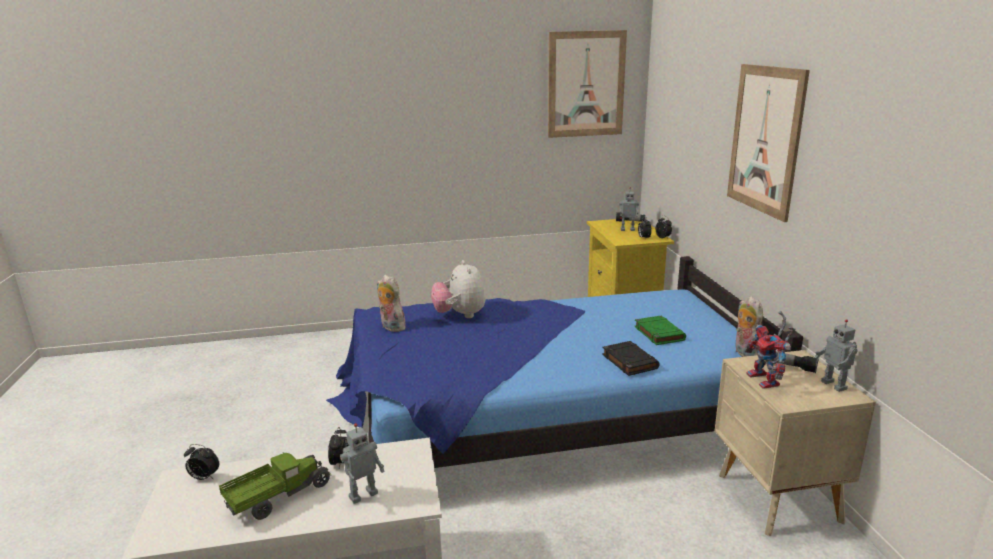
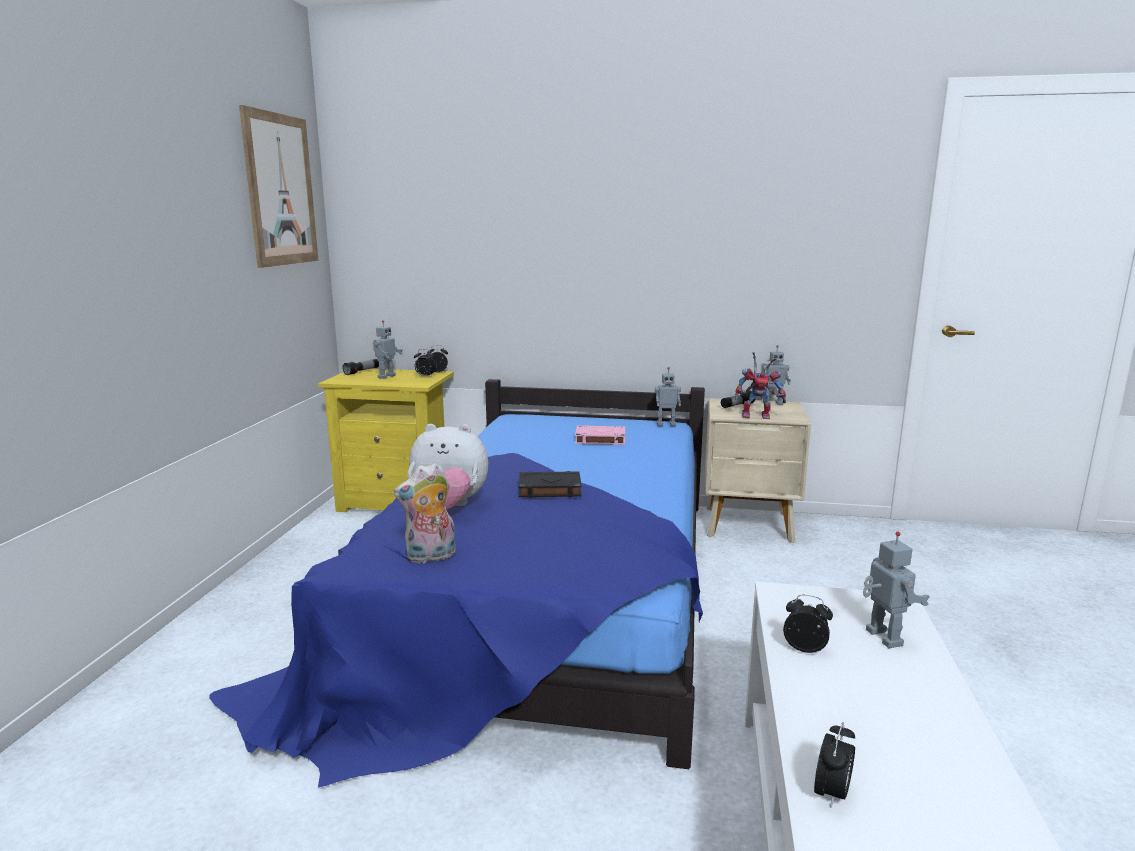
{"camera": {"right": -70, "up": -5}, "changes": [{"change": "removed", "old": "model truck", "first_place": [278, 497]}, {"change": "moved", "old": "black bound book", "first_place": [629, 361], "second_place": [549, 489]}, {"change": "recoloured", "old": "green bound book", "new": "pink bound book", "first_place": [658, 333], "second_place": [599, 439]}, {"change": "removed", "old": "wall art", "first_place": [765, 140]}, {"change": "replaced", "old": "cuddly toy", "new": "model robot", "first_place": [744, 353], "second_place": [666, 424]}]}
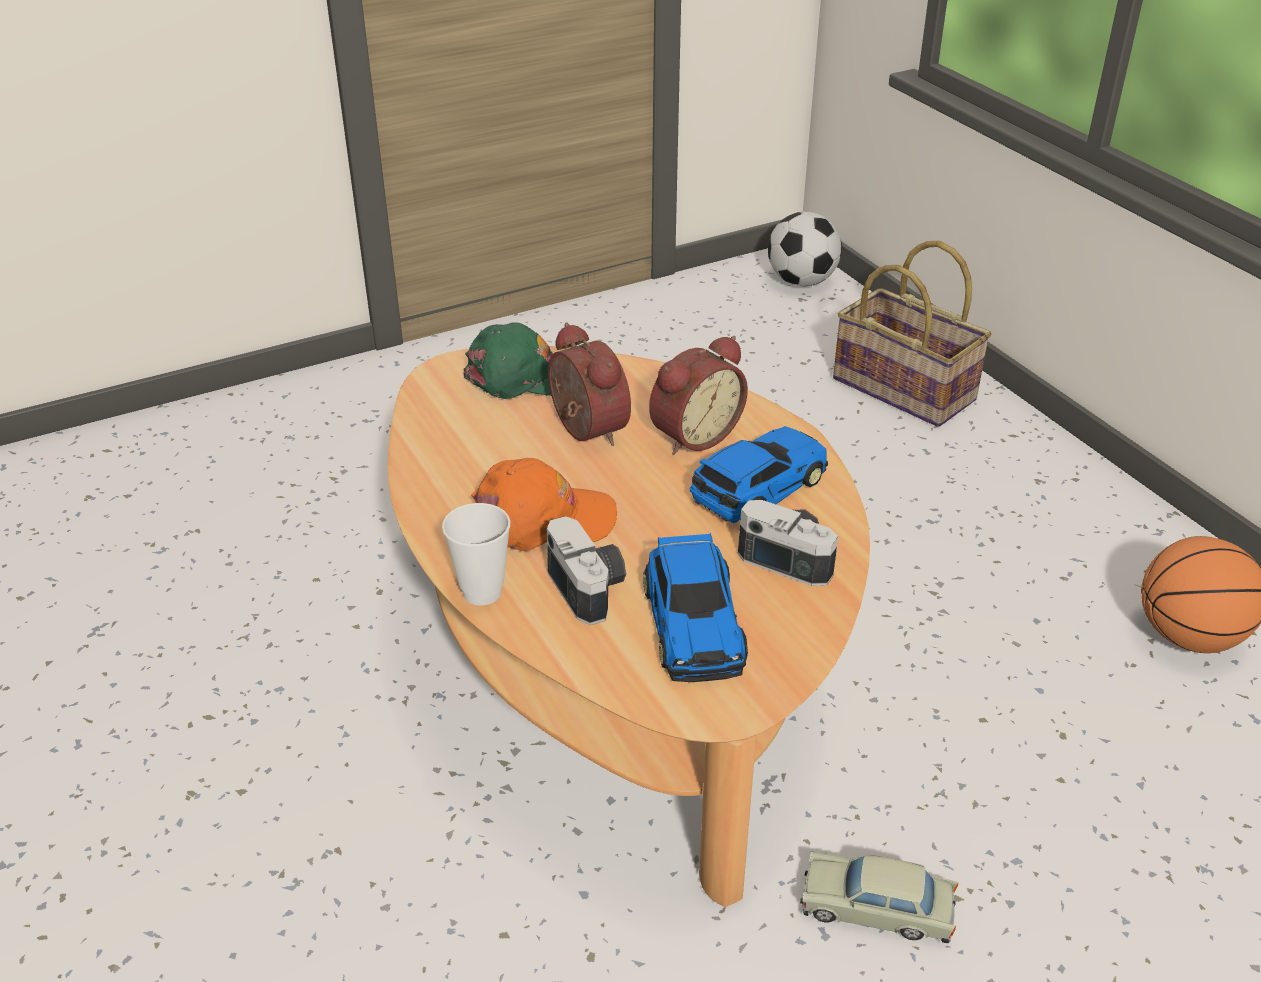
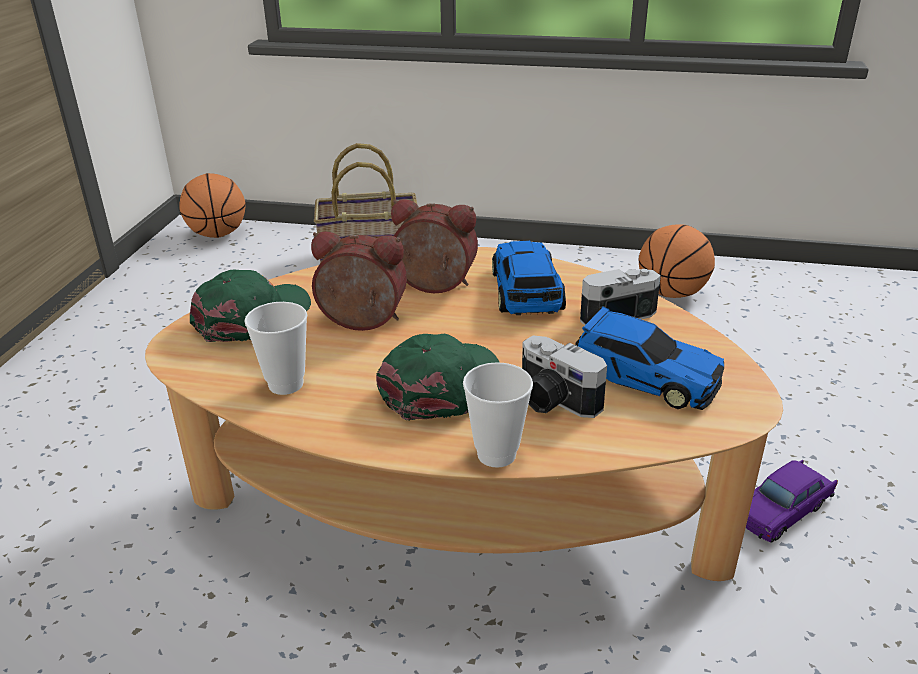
{"camera": {"right": -50, "up": -5}, "changes": [{"change": "recoloured", "old": "orangey baseball cap", "new": "green baseball cap", "first_place": [543, 519], "second_place": [442, 386]}, {"change": "turned", "old": "photo camera", "first_place": [590, 588], "second_place": [553, 401], "degrees": -150}, {"change": "turned", "old": "bedside clock", "first_place": [693, 435], "second_place": [433, 287], "degrees": -75}, {"change": "replaced", "old": "ball for football", "new": "basketball ball", "first_place": [801, 281], "second_place": [218, 234]}, {"change": "recoloured", "old": "beige-coloured toy car", "new": "purplish toy car", "first_place": [876, 909], "second_place": [782, 510]}, {"change": "added", "new": "small cup", "second_place": [286, 384]}]}
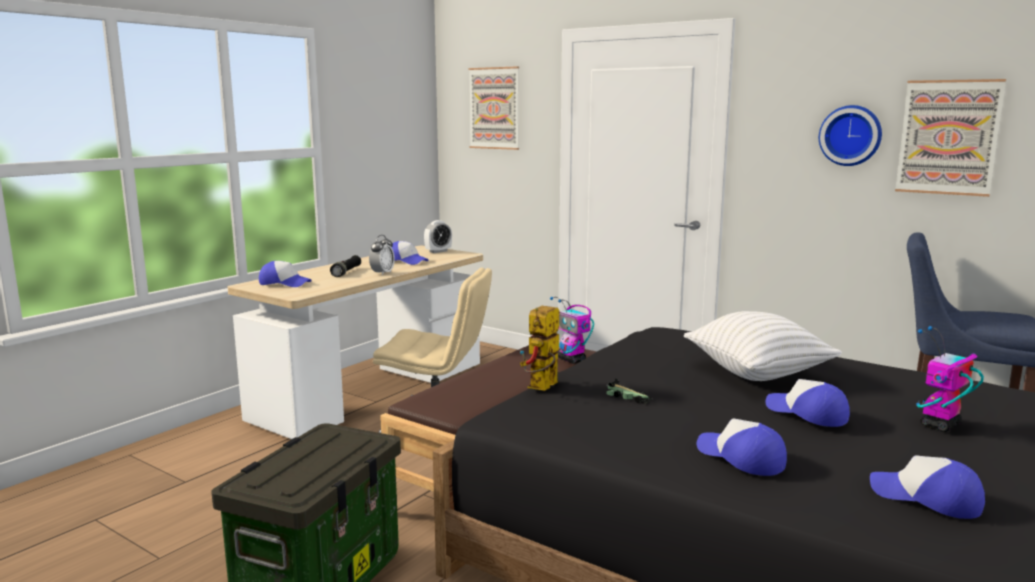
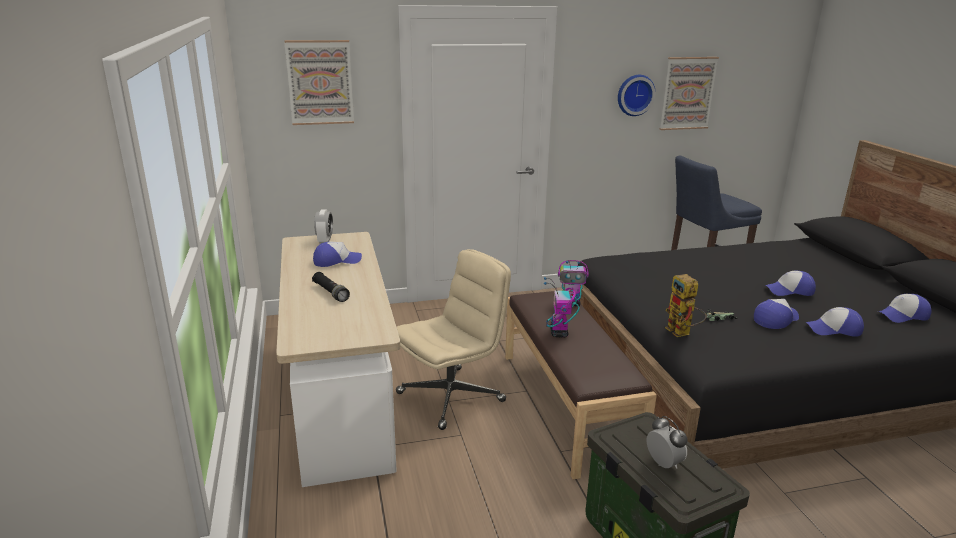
{"camera": {"right": -50, "up": 10}, "changes": [{"change": "moved", "old": "baseball cap", "first_place": [284, 283], "second_place": [775, 319]}, {"change": "moved", "old": "bedside clock", "first_place": [382, 273], "second_place": [663, 463]}, {"change": "removed", "old": "white pillow", "first_place": [757, 373]}, {"change": "moved", "old": "model robot", "first_place": [940, 426], "second_place": [559, 333]}]}
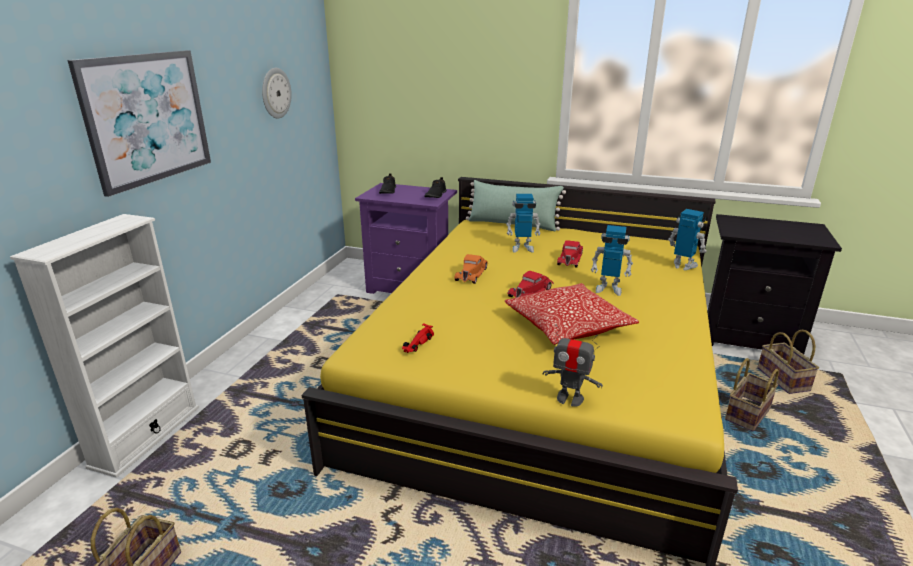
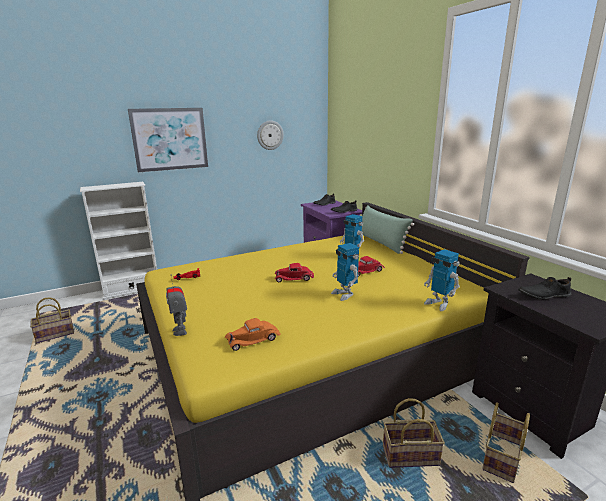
{"camera": {"right": 45, "up": -5}, "changes": [{"change": "moved", "old": "orangey toy car", "first_place": [471, 274], "second_place": [253, 339]}, {"change": "removed", "old": "pillow", "first_place": [567, 326]}, {"change": "turned", "old": "model robot", "first_place": [683, 266], "second_place": [439, 304], "degrees": 150}, {"change": "added", "new": "black item of footwear", "second_place": [543, 295]}]}
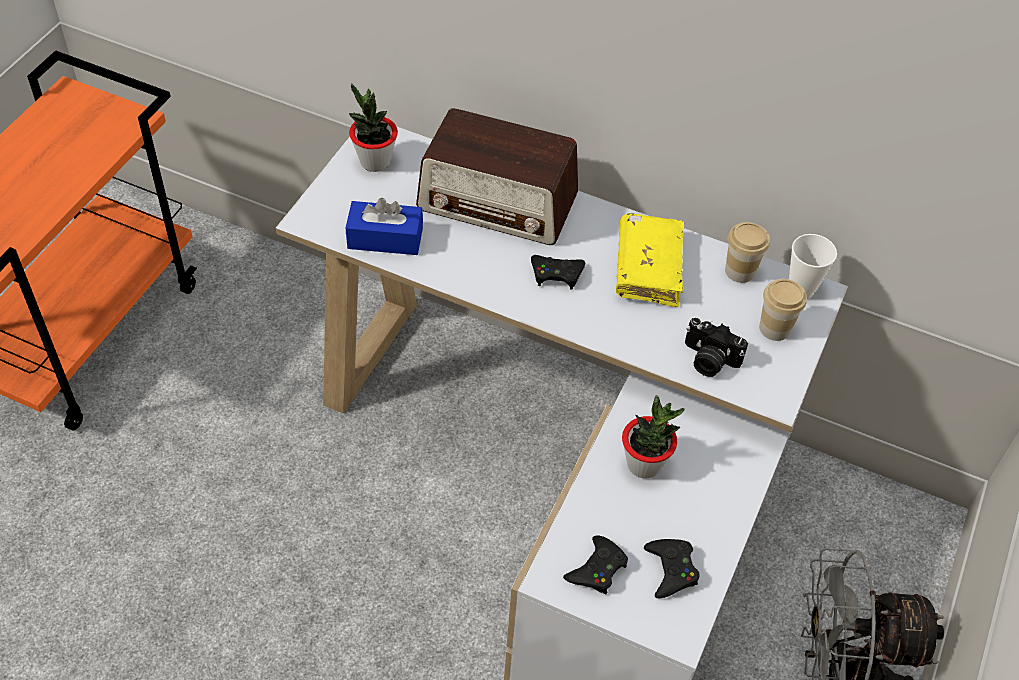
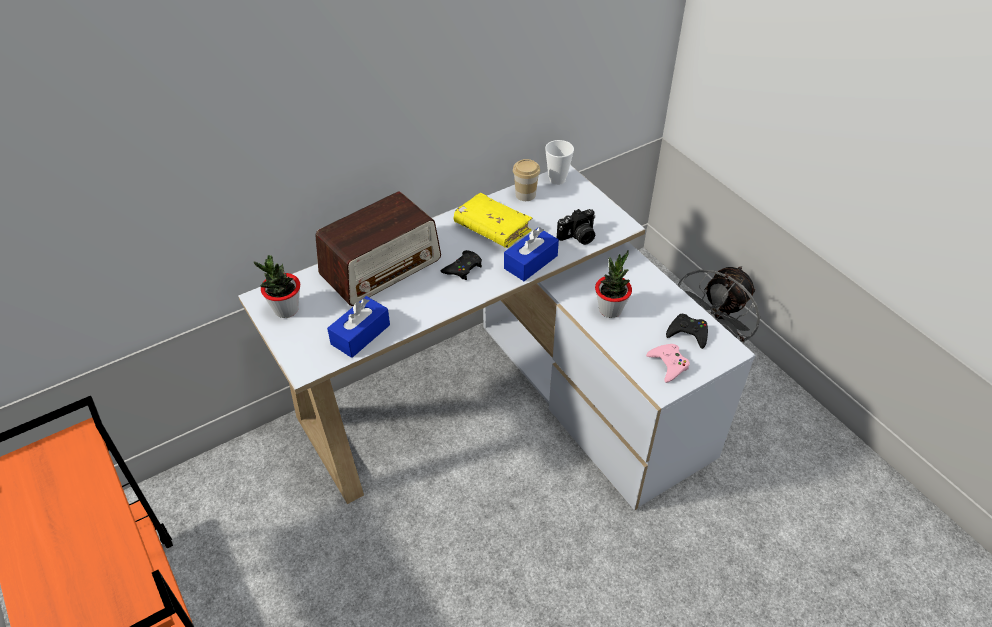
{"camera": {"right": -55, "up": -5}, "changes": [{"change": "recoloured", "old": "black game controller", "new": "pink game controller", "first_place": [597, 569], "second_place": [668, 364]}, {"change": "removed", "old": "small cup", "first_place": [775, 328]}, {"change": "added", "new": "blue-coloured tissue holder", "second_place": [530, 262]}]}
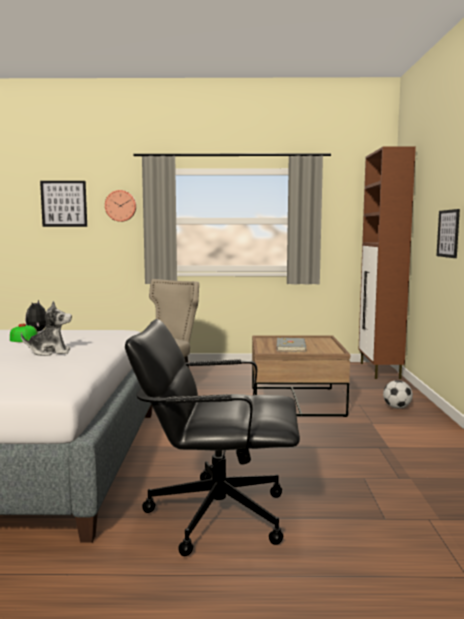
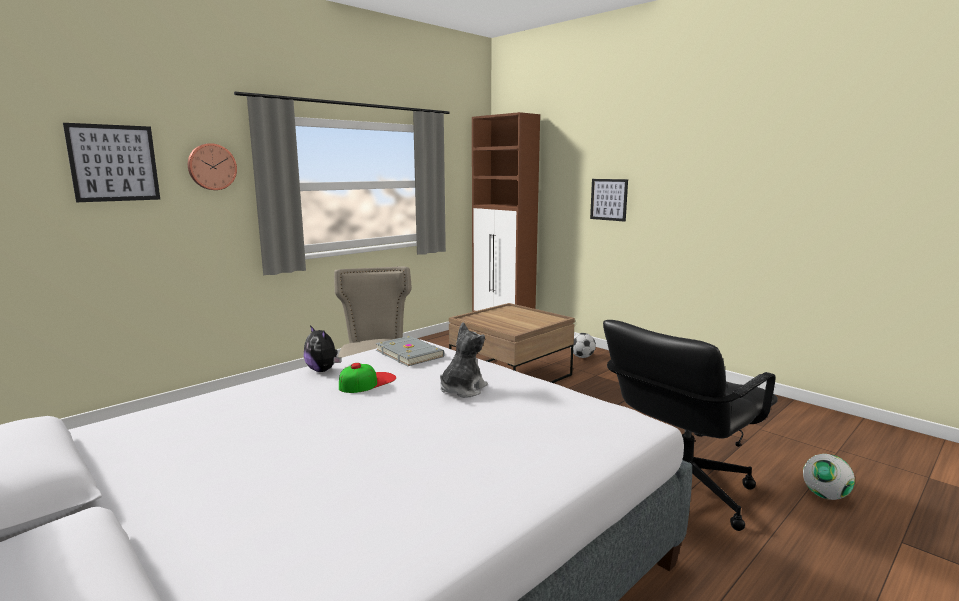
{"camera": {"right": -45, "up": 5}, "changes": [{"change": "moved", "old": "greyish bound book", "first_place": [292, 347], "second_place": [410, 353]}, {"change": "added", "new": "ball for football", "second_place": [825, 495]}]}
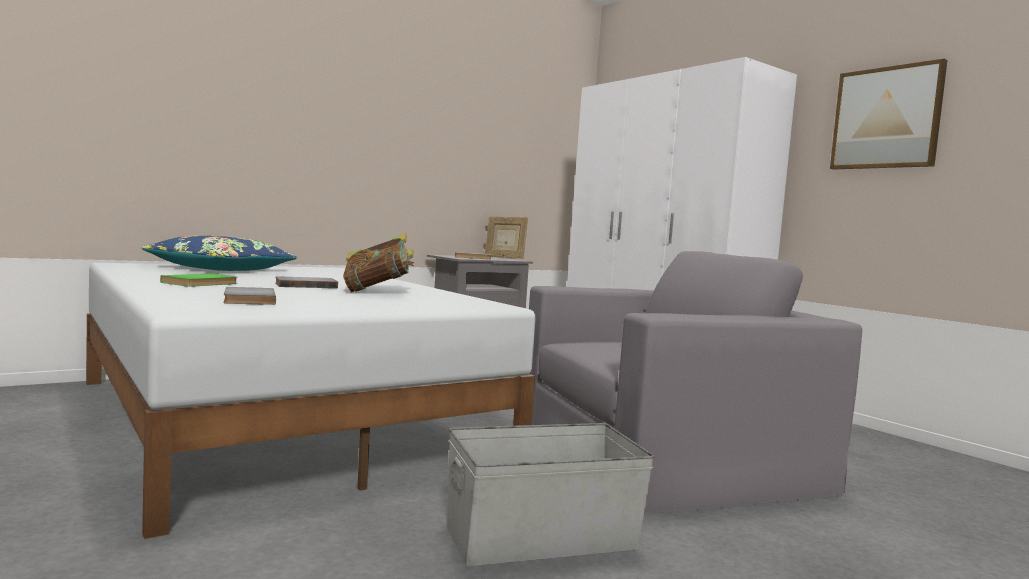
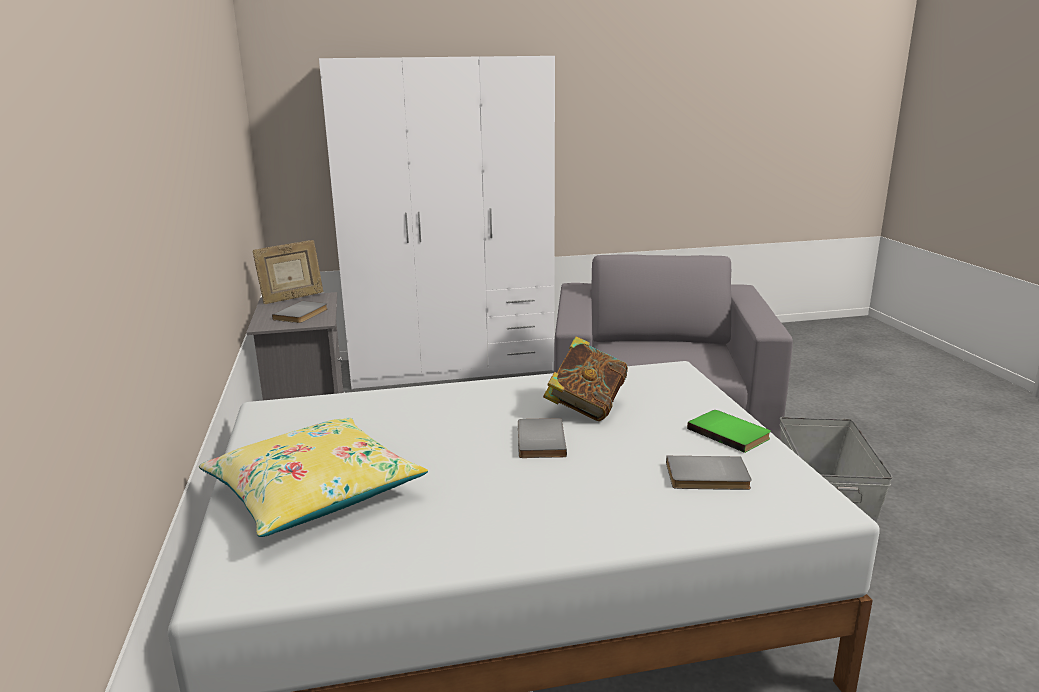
{"camera": {"right": -65, "up": 15}, "changes": [{"change": "recoloured", "old": "blue-coloured pillow", "new": "yellowish pillow", "first_place": [221, 269], "second_place": [314, 492]}, {"change": "moved", "old": "green bound book", "first_place": [202, 283], "second_place": [730, 433]}, {"change": "removed", "old": "wall art", "first_place": [886, 118]}]}
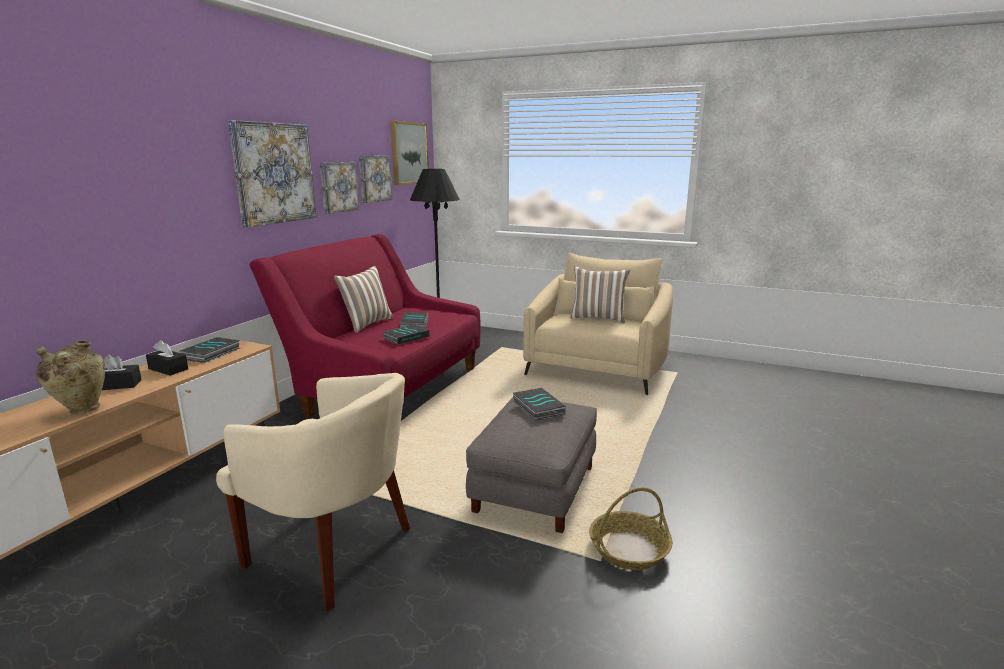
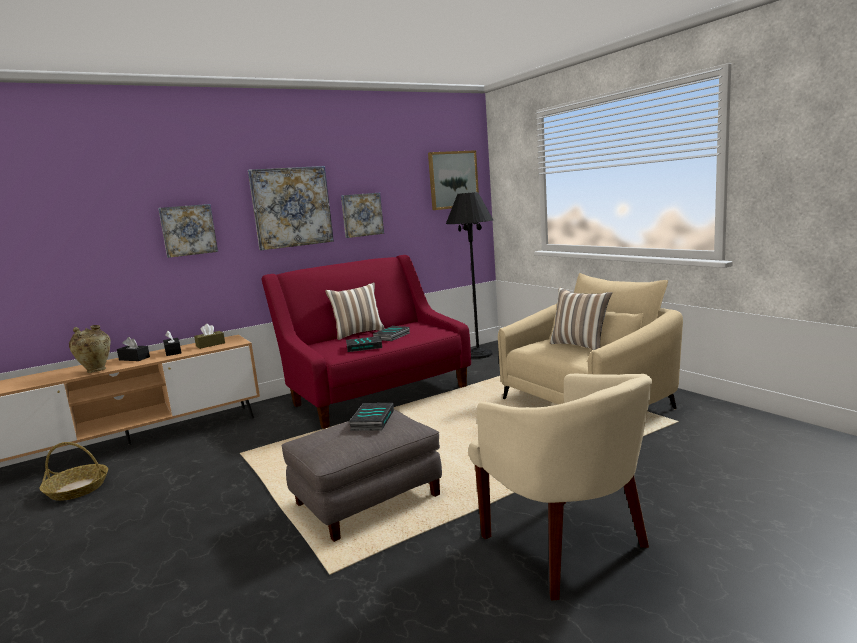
{"camera": {"right": 35, "up": -5}, "changes": [{"change": "replaced", "old": "bound book", "new": "brown-coloured tissue holder", "first_place": [211, 354], "second_place": [210, 344]}, {"change": "moved", "old": "beige-coloured lounge chair", "first_place": [333, 551], "second_place": [566, 547]}, {"change": "moved", "old": "wall art", "first_place": [374, 178], "second_place": [188, 230]}, {"change": "moved", "old": "basket", "first_place": [629, 549], "second_place": [77, 489]}]}
